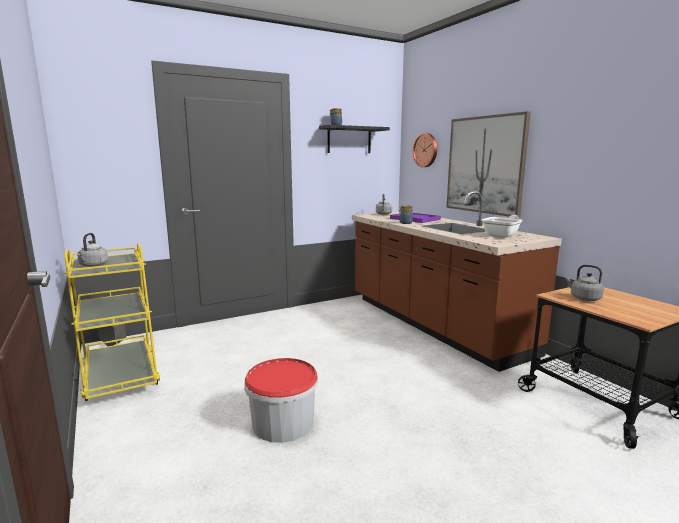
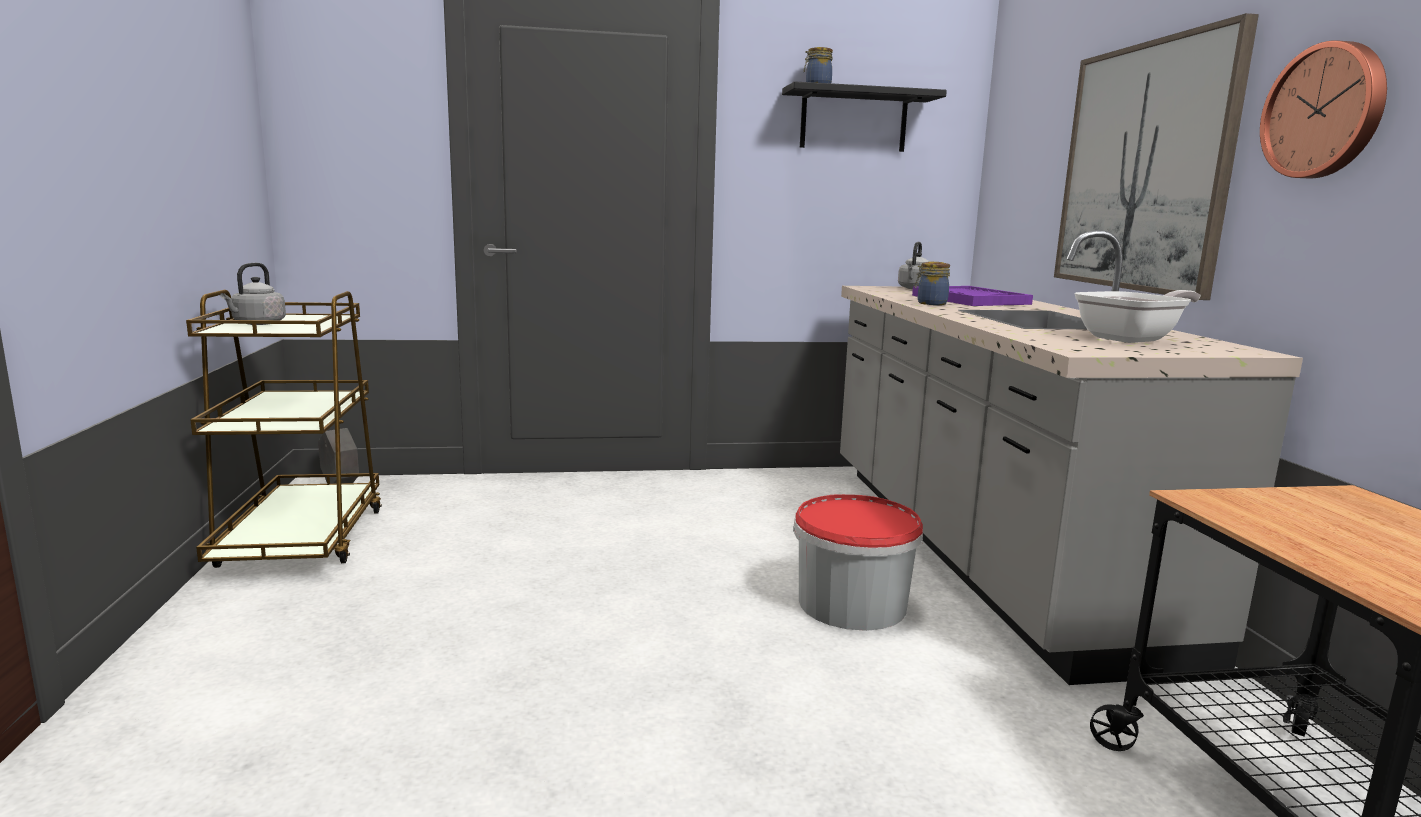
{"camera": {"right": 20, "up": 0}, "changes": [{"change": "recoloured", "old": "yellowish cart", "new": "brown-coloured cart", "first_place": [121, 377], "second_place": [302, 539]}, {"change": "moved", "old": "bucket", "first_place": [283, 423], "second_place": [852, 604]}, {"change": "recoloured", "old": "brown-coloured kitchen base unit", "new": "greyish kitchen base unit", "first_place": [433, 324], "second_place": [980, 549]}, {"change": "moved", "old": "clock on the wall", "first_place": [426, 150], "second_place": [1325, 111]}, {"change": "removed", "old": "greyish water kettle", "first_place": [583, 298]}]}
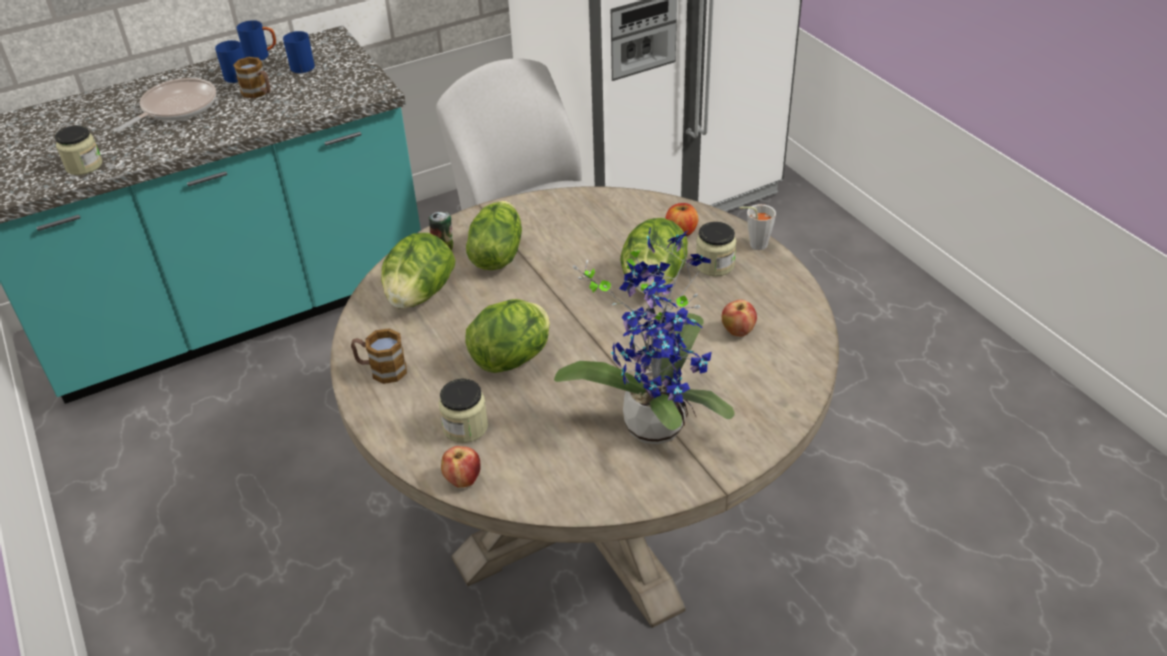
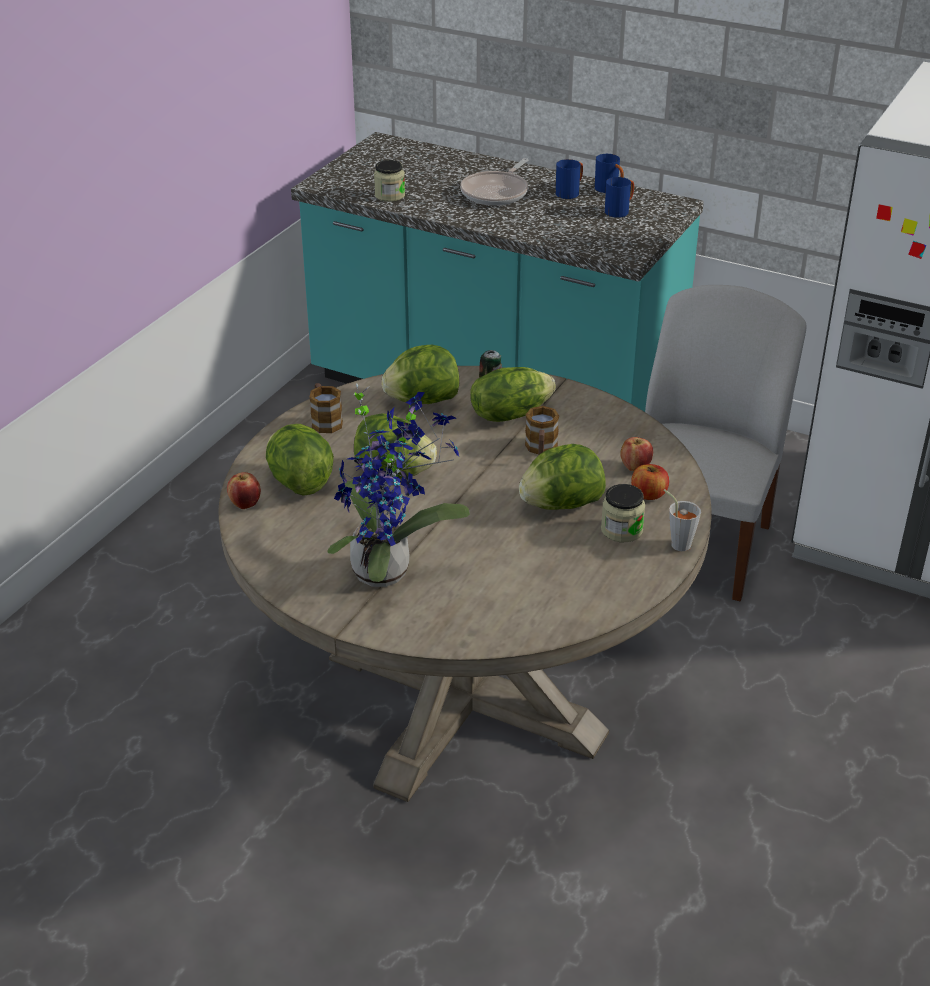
{"camera": {"right": 55, "up": -5}, "changes": [{"change": "turned", "old": "skillet", "first_place": [176, 108], "second_place": [496, 192], "degrees": 120}, {"change": "moved", "old": "mug", "first_place": [258, 93], "second_place": [541, 449]}, {"change": "replaced", "old": "preserve jar", "new": "head of lettuce", "first_place": [465, 427], "second_place": [299, 482]}, {"change": "moved", "old": "apple fruit", "first_place": [738, 331], "second_place": [635, 467]}]}
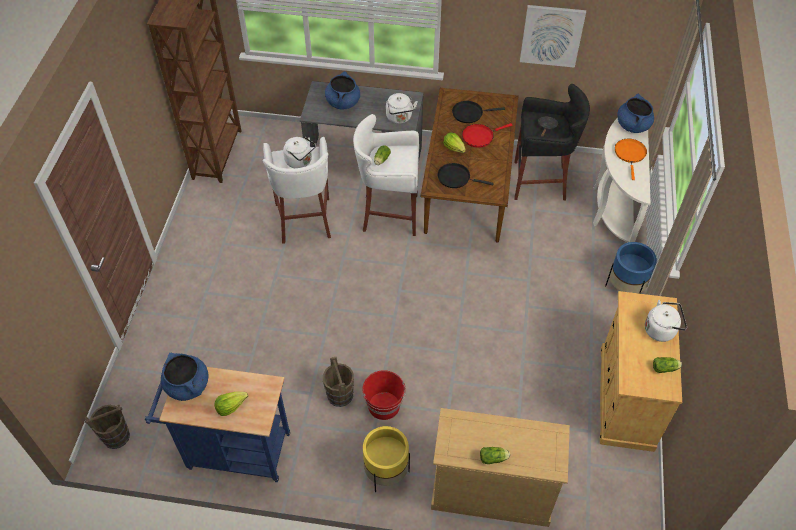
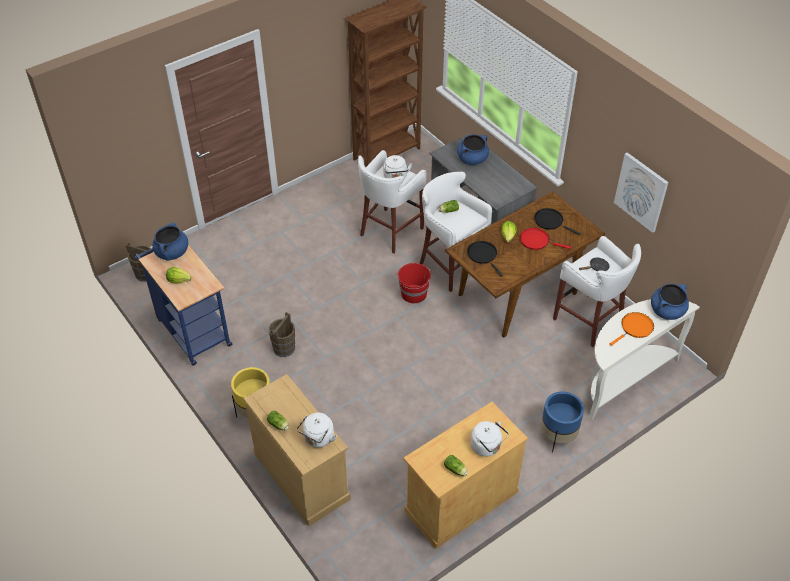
{"camera": {"right": 45, "up": -5}, "changes": [{"change": "moved", "old": "red-coloured bucket", "first_place": [384, 406], "second_place": [413, 294]}, {"change": "moved", "old": "white water kettle", "first_place": [399, 118], "second_place": [318, 439]}, {"change": "recoloured", "old": "black stool", "new": "white stool", "first_place": [541, 181], "second_place": [590, 321]}]}
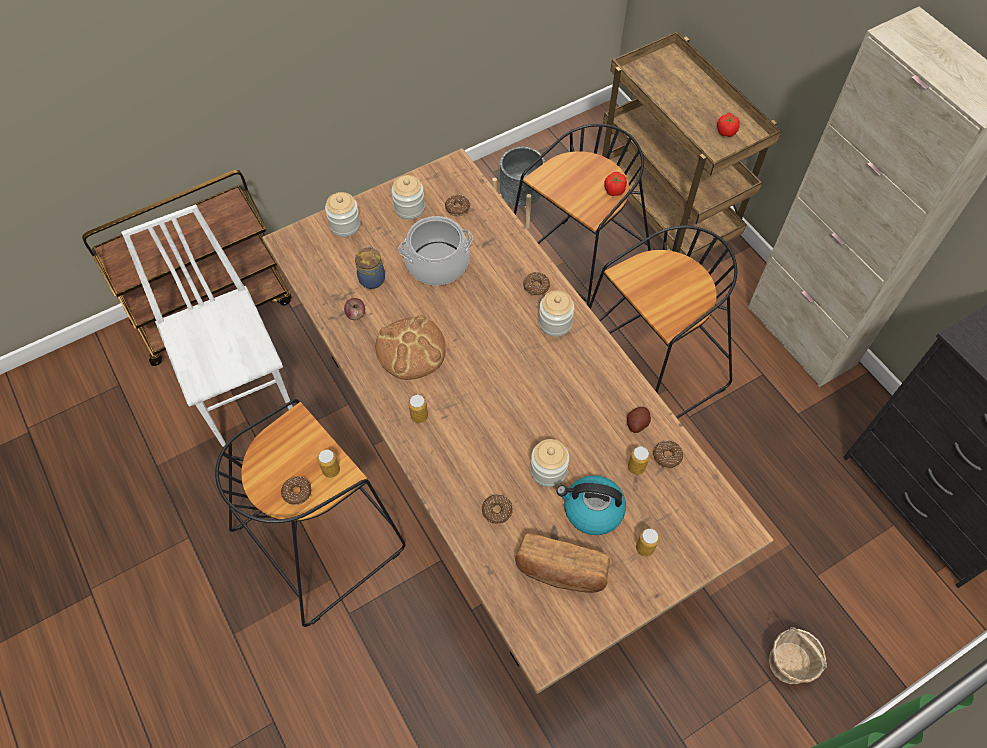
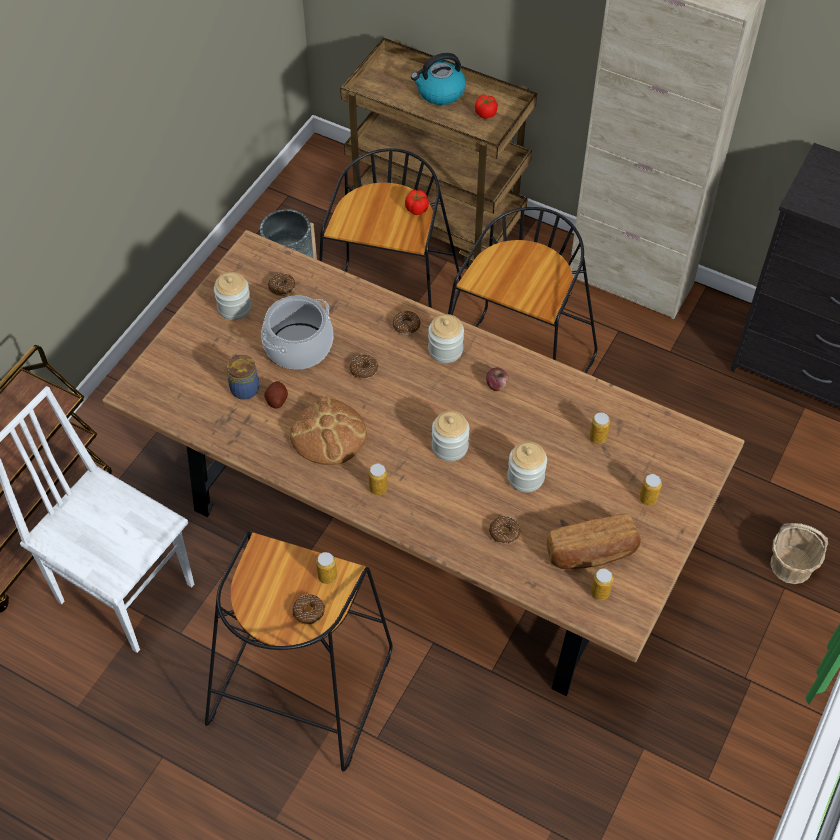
{"camera": {"right": -30, "up": -5}, "changes": [{"change": "moved", "old": "preserve jar", "first_place": [345, 225], "second_place": [450, 447]}, {"change": "moved", "old": "apple fruit", "first_place": [355, 314], "second_place": [496, 385]}, {"change": "moved", "old": "water kettle", "first_place": [592, 510], "second_place": [440, 92]}, {"change": "moved", "old": "spud", "first_place": [637, 423], "second_place": [276, 400]}, {"change": "moved", "old": "doughnut", "first_place": [667, 456], "second_place": [364, 370]}, {"change": "added", "new": "metal can", "second_place": [600, 592]}]}
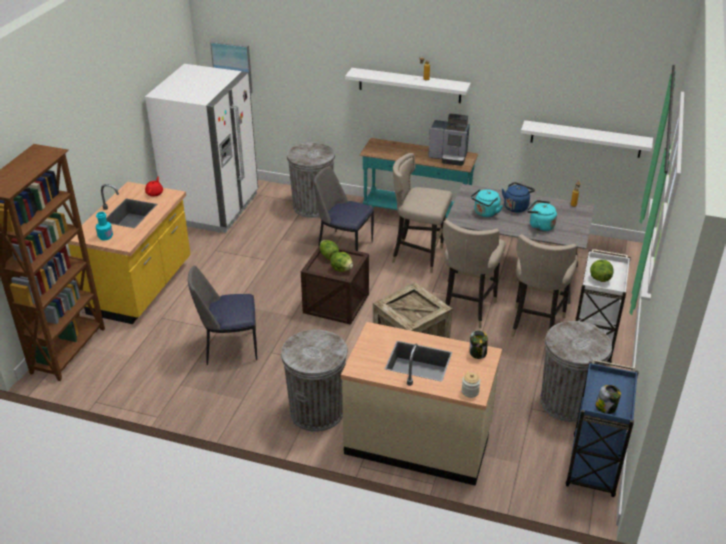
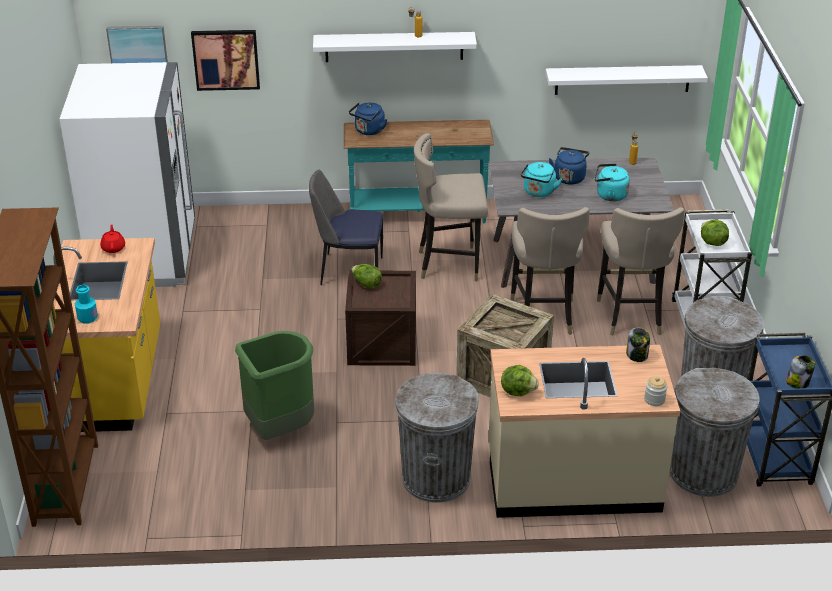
{"camera": {"right": -20, "up": 0}, "changes": [{"change": "replaced", "old": "upright chair", "new": "green rubbish bin", "first_place": [229, 347], "second_place": [280, 428]}, {"change": "moved", "old": "greyish rubbish bin", "first_place": [312, 207], "second_place": [703, 472]}, {"change": "moved", "old": "head of lettuce", "first_place": [342, 269], "second_place": [518, 391]}, {"change": "removed", "old": "coffee machine", "first_place": [449, 157]}, {"change": "added", "new": "wall art", "second_place": [226, 59]}, {"change": "added", "new": "blue-coloured water kettle", "second_place": [368, 131]}]}
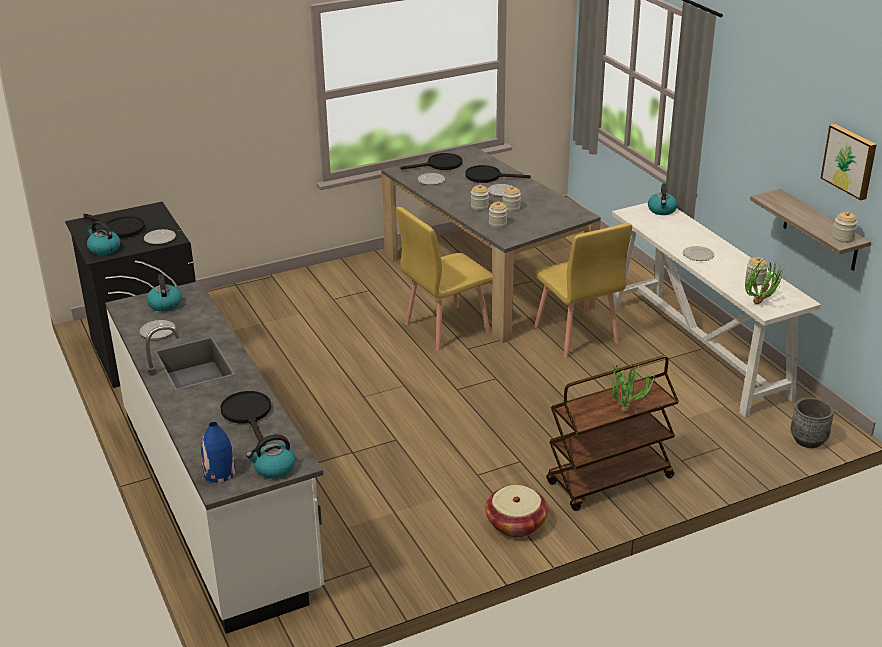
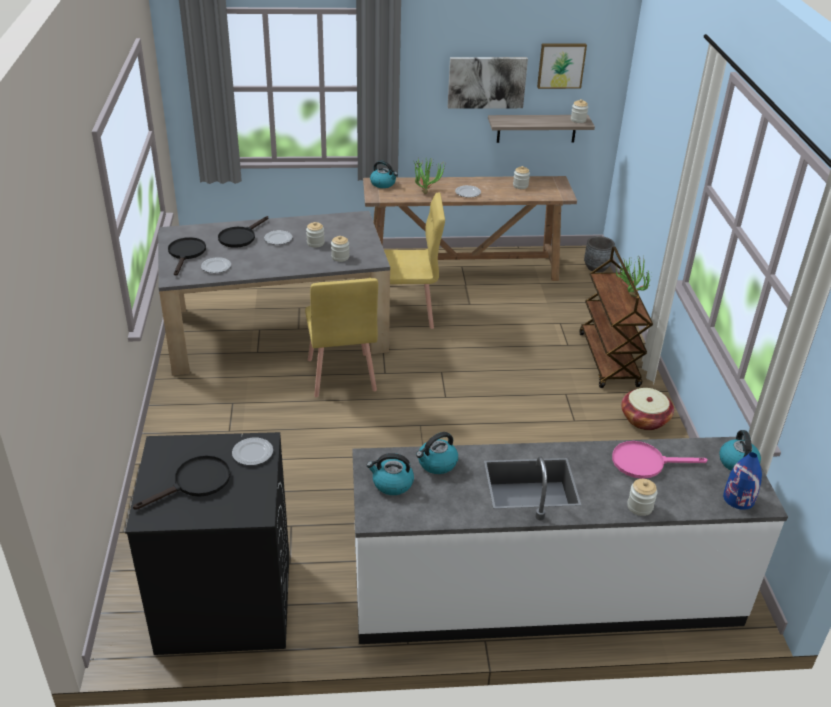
{"camera": {"right": -70, "up": 5}, "changes": [{"change": "moved", "old": "water kettle", "first_place": [104, 249], "second_place": [437, 463]}, {"change": "removed", "old": "dinner plate", "first_place": [158, 331]}, {"change": "recoloured", "old": "black skillet", "new": "pink skillet", "first_place": [248, 415], "second_place": [645, 462]}, {"change": "moved", "old": "preserve jar", "first_place": [479, 207], "second_place": [640, 507]}, {"change": "recoloured", "old": "white narrow table", "new": "brown-coloured narrow table", "first_place": [698, 351], "second_place": [464, 269]}, {"change": "moved", "old": "plant in a pot", "first_place": [762, 303], "second_place": [426, 191]}, {"change": "added", "new": "wall art", "second_place": [486, 82]}]}
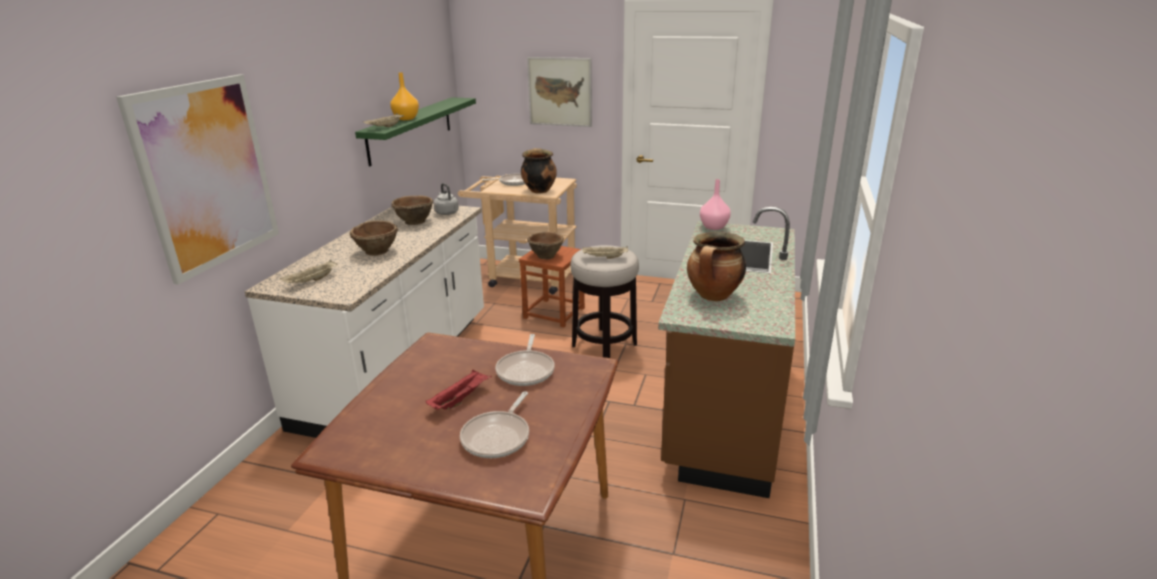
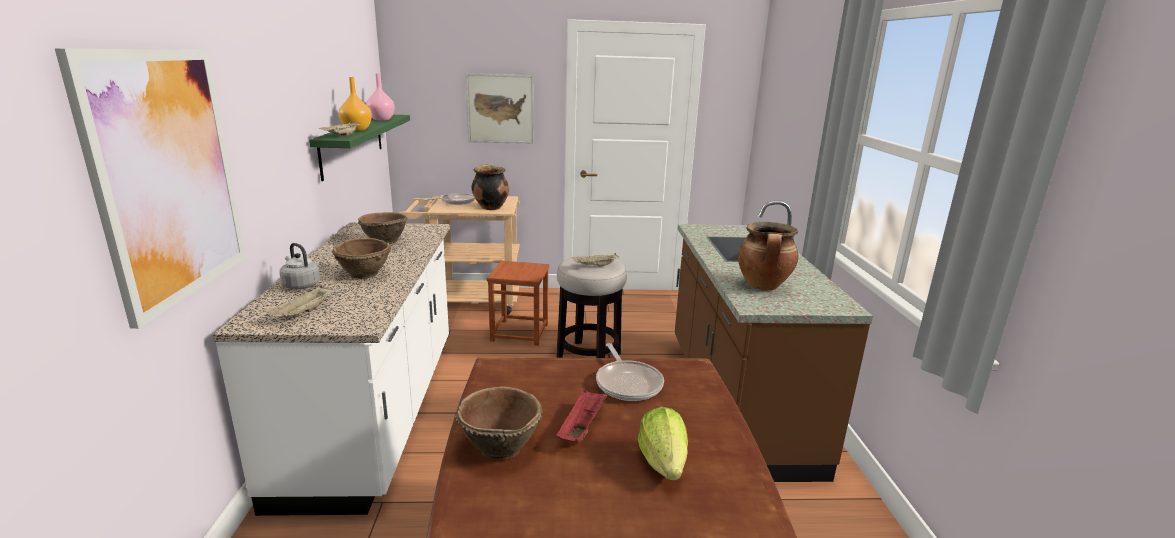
{"camera": {"right": -20, "up": -5}, "changes": [{"change": "moved", "old": "greyish water kettle", "first_place": [446, 212], "second_place": [300, 285]}, {"change": "replaced", "old": "skillet", "new": "head of lettuce", "first_place": [498, 437], "second_place": [663, 463]}, {"change": "moved", "old": "brown-coloured bowl", "first_place": [545, 256], "second_place": [499, 447]}, {"change": "moved", "old": "pink vase", "first_place": [713, 227], "second_place": [381, 119]}]}
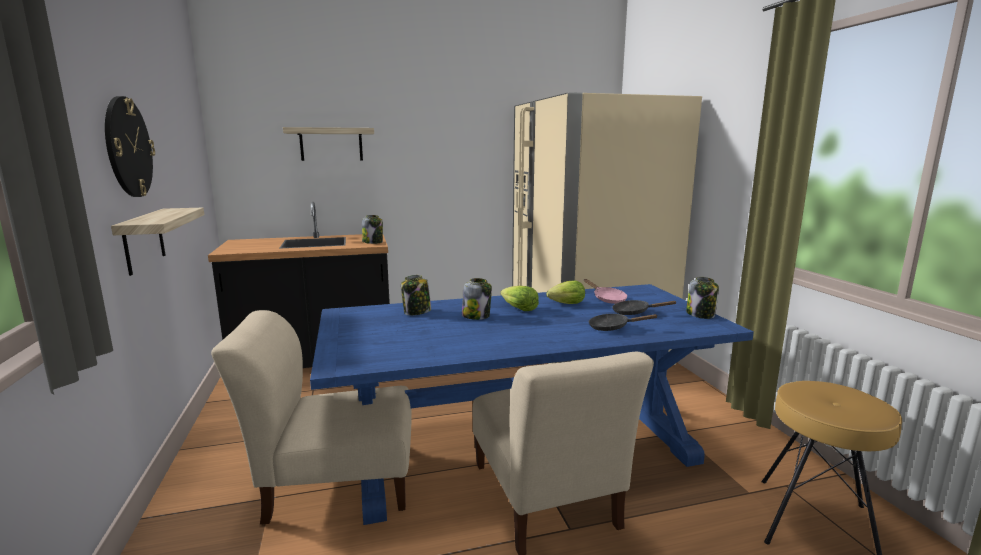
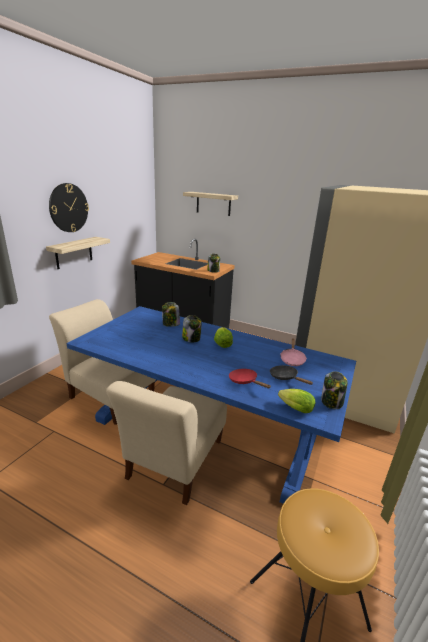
{"camera": {"right": 40, "up": 10}, "changes": [{"change": "moved", "old": "head of lettuce", "first_place": [565, 304], "second_place": [294, 408]}, {"change": "recoloured", "old": "black skillet", "new": "red-coloured skillet", "first_place": [612, 327], "second_place": [245, 381]}]}
